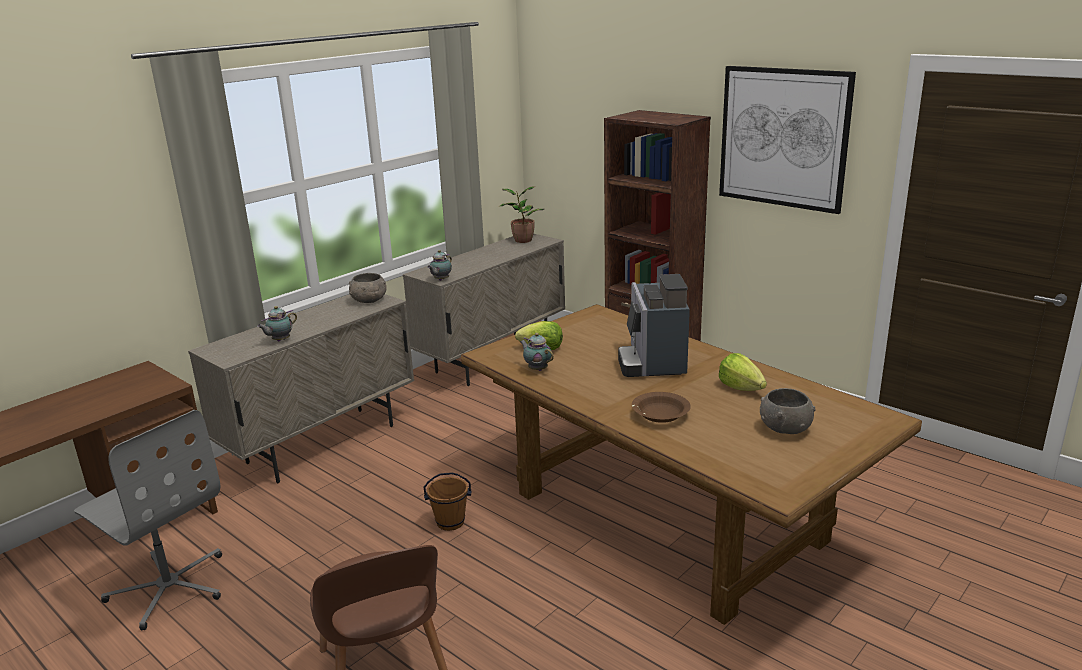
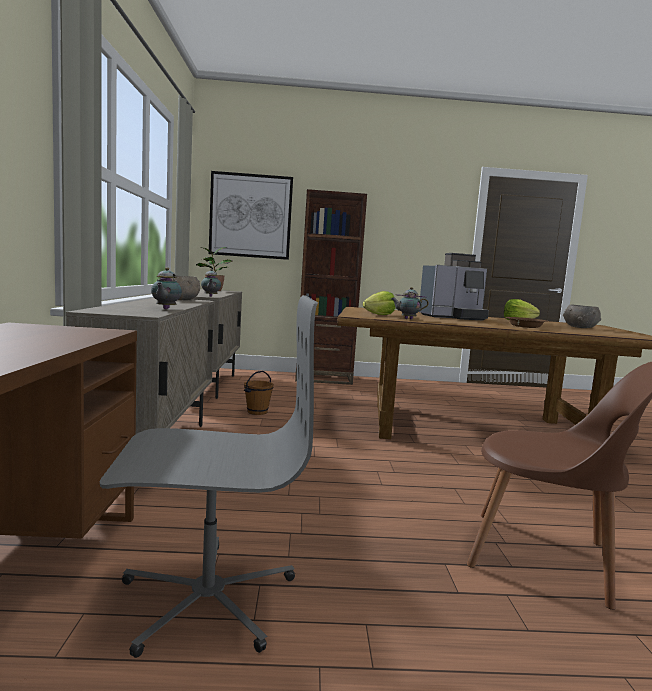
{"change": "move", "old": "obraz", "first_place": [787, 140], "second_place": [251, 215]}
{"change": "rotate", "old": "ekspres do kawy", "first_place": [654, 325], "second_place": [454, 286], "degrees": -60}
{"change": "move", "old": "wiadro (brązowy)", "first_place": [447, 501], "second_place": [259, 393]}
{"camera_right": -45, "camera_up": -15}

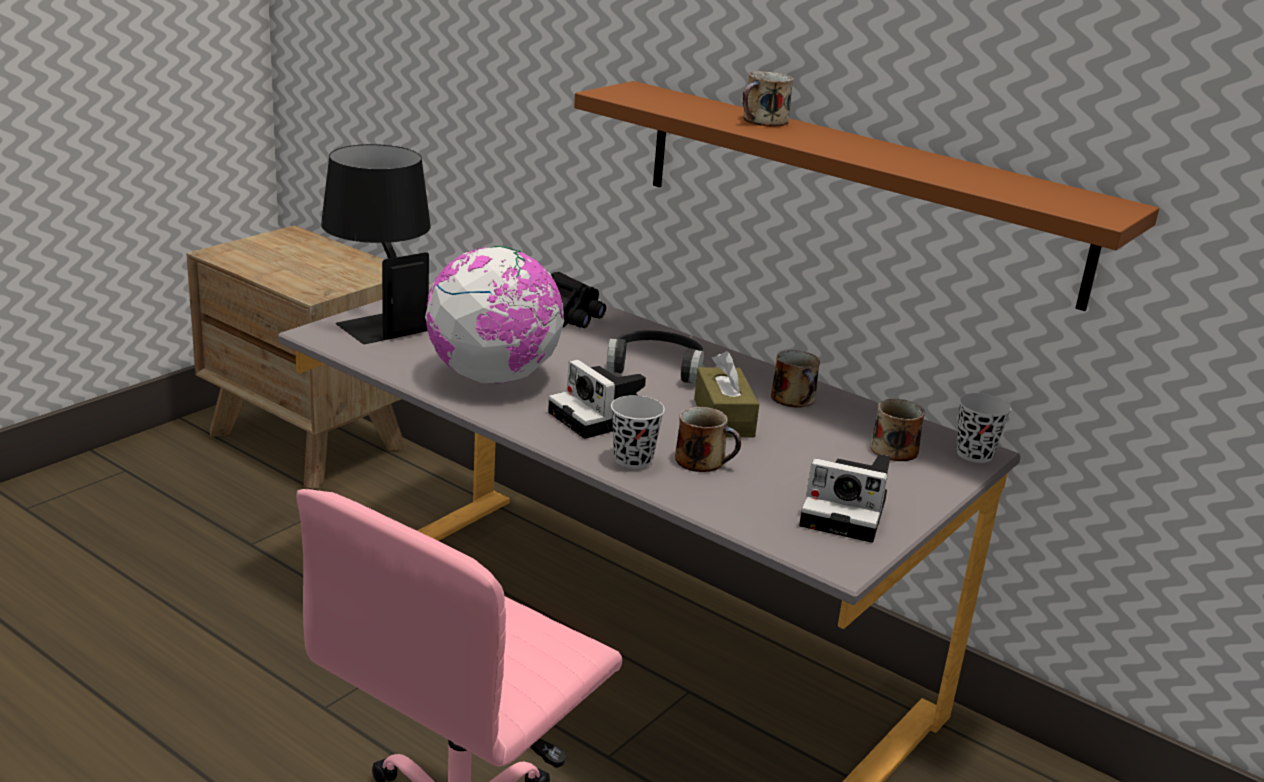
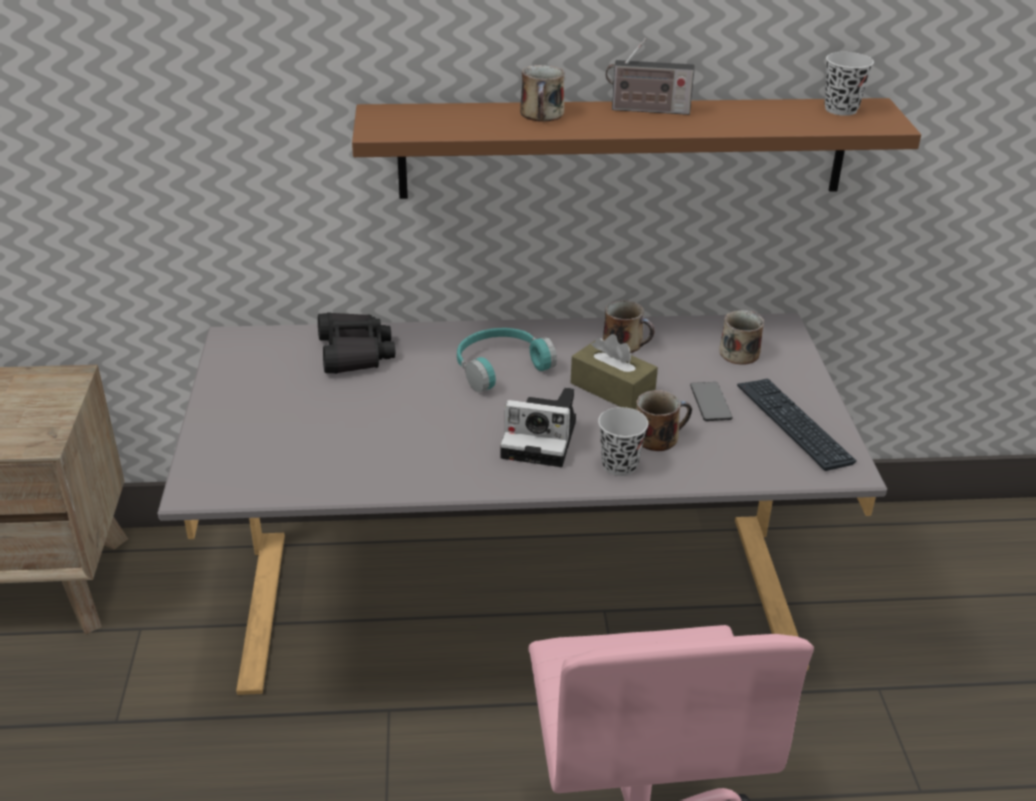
{"change": "delete", "old": "lampa stołowa (czarny)", "first_place": [376, 244]}
{"change": "delete", "old": "globus", "first_place": [494, 315]}
{"change": "recolor", "old": "słuchawki (czarny)", "new": "słuchawki (turkusowy)", "first_place": [655, 357], "second_place": [507, 360]}
{"change": "move", "old": "filiżanka (czarny)", "first_place": [983, 428], "second_place": [849, 84]}
{"change": "replace", "old": "aparat fotograficzny", "new": "klawiatura", "first_place": [844, 498], "second_place": [796, 424]}
{"change": "insert", "new": "radio", "second_place": [650, 76]}
{"change": "insert", "new": "telefon", "second_place": [711, 401]}
{"camera_right": -40, "camera_up": 10}

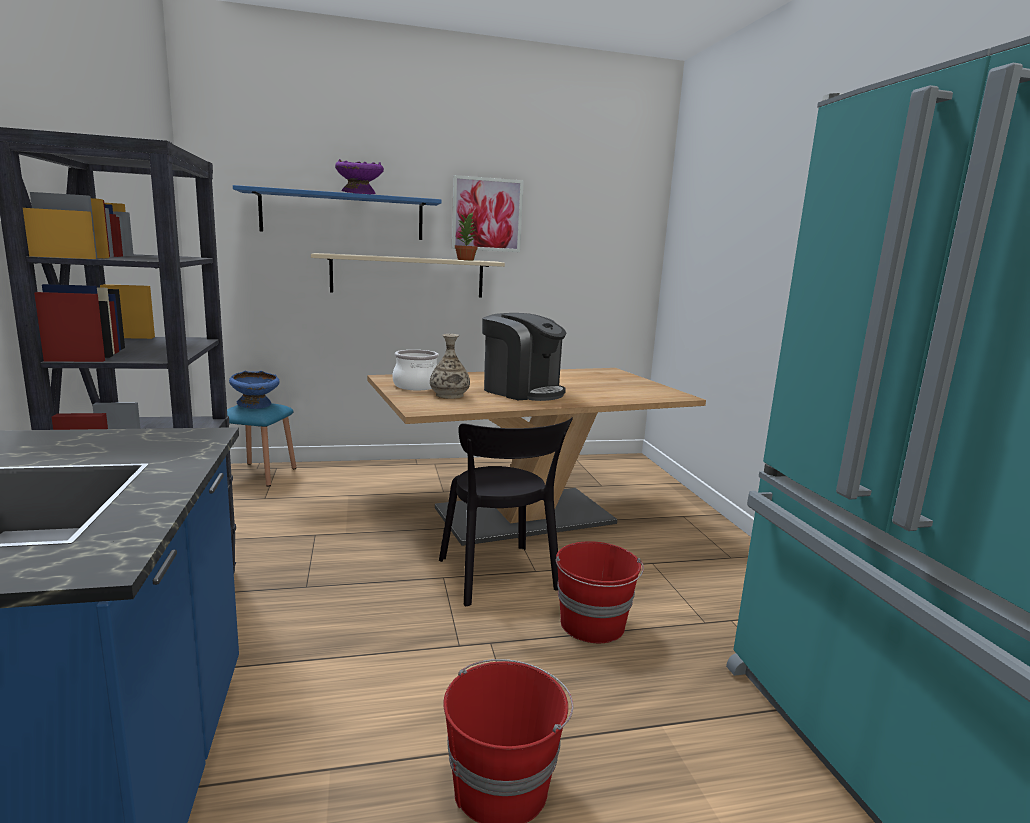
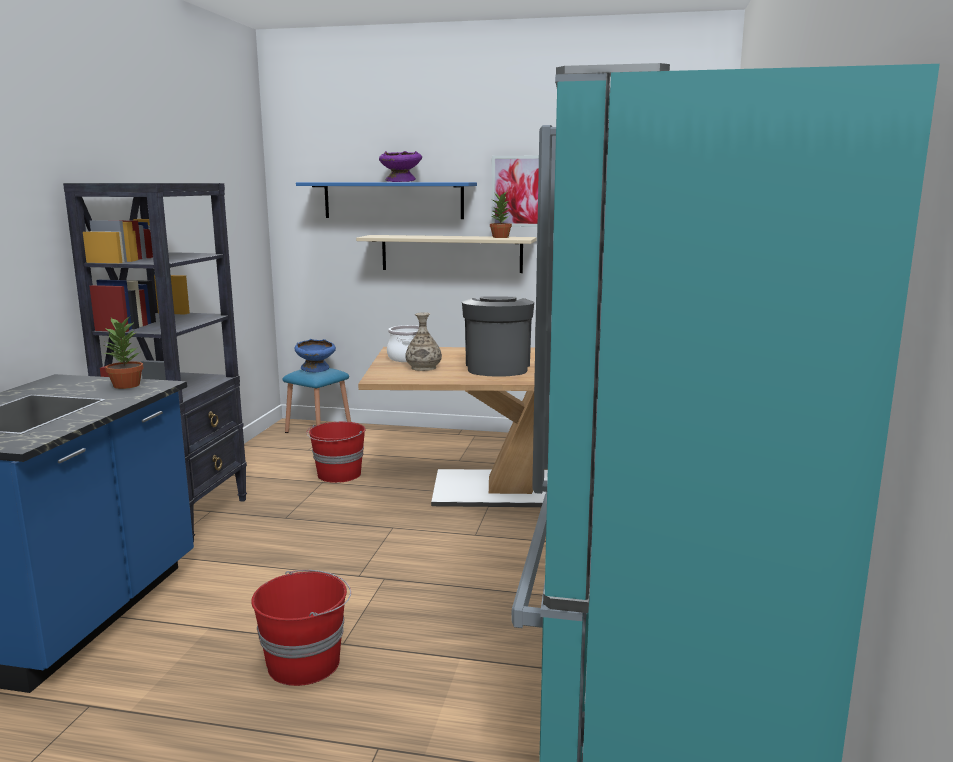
{"change": "rotate", "old": "ekspres do kawy", "first_place": [524, 357], "second_place": [498, 336], "degrees": -150}
{"change": "delete", "old": "krzesło (czarny)", "first_place": [506, 511]}
{"change": "move", "old": "wiadro (czerwony)", "first_place": [599, 592], "second_place": [336, 452]}
{"change": "insert", "new": "roślina doniczkowa", "second_place": [123, 352]}
{"camera_right": 25, "camera_up": 0}

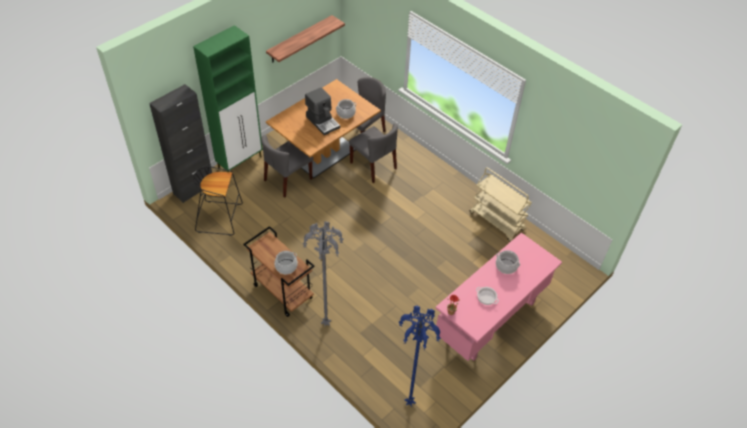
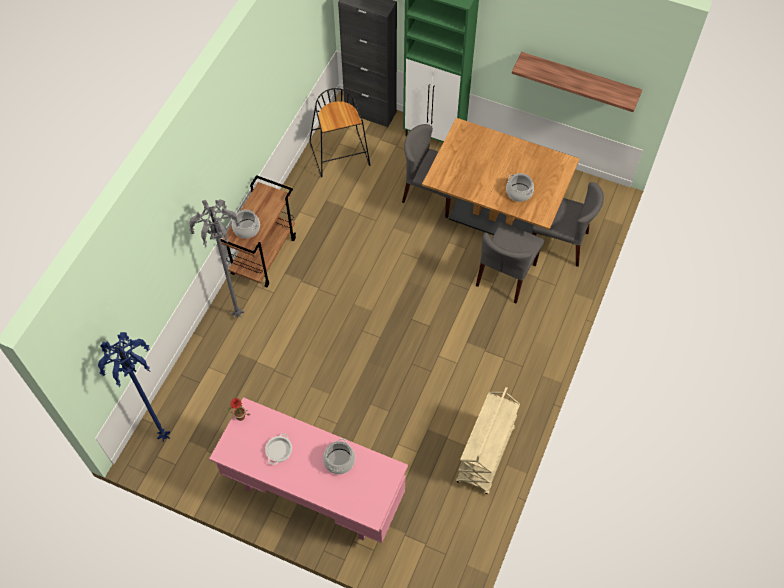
{"change": "delete", "old": "ekspres do kawy", "first_place": [322, 111]}
{"camera_right": 70, "camera_up": 10}

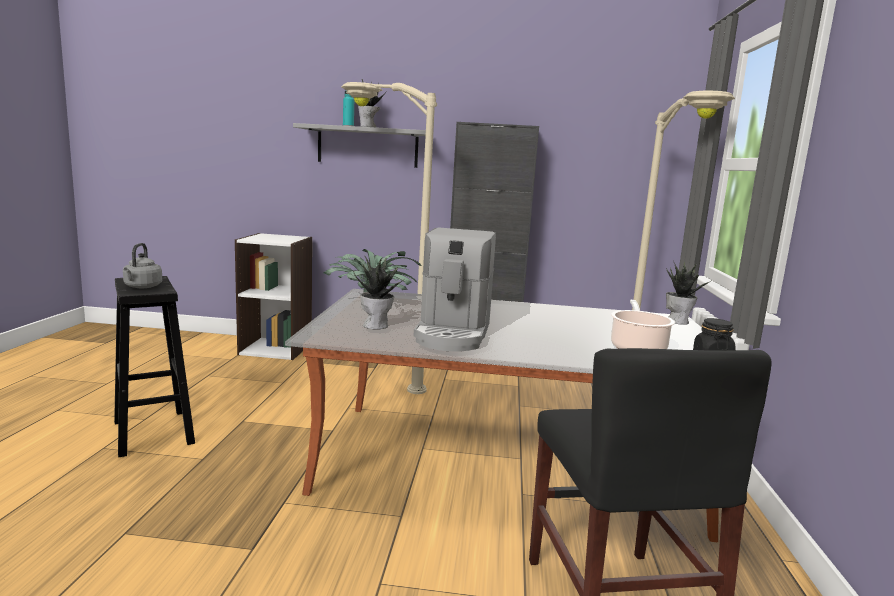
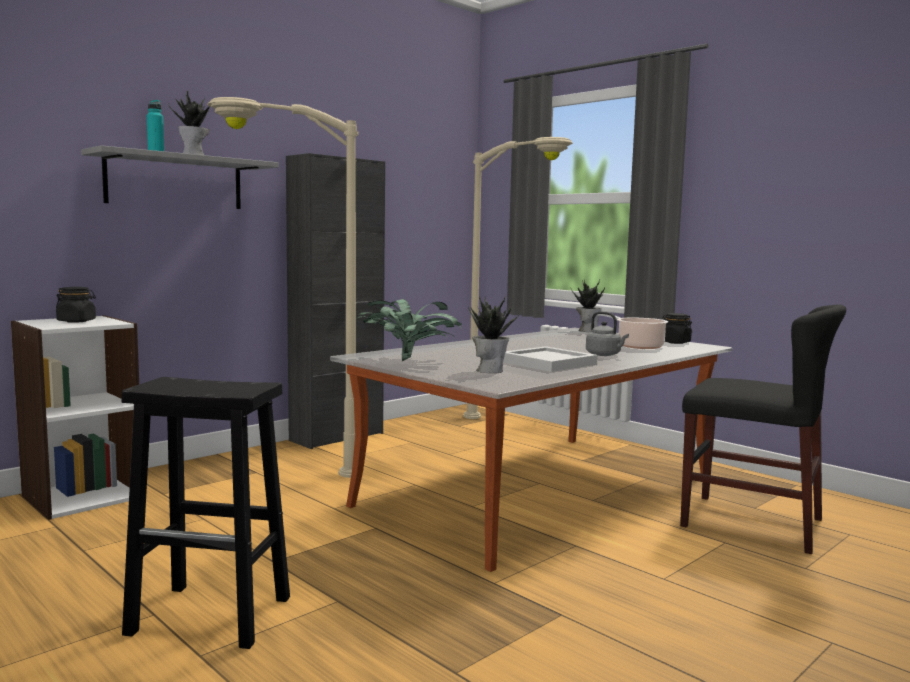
{"change": "replace", "old": "ekspres do kawy", "new": "taca (biały)", "first_place": [455, 289], "second_place": [550, 359]}
{"change": "move", "old": "czajnik (szary)", "first_place": [142, 265], "second_place": [607, 333]}
{"change": "insert", "new": "słoik (czarny)", "second_place": [76, 305]}
{"camera_right": -50, "camera_up": -5}

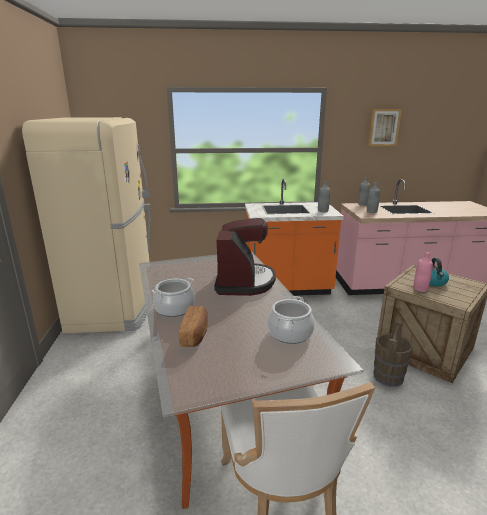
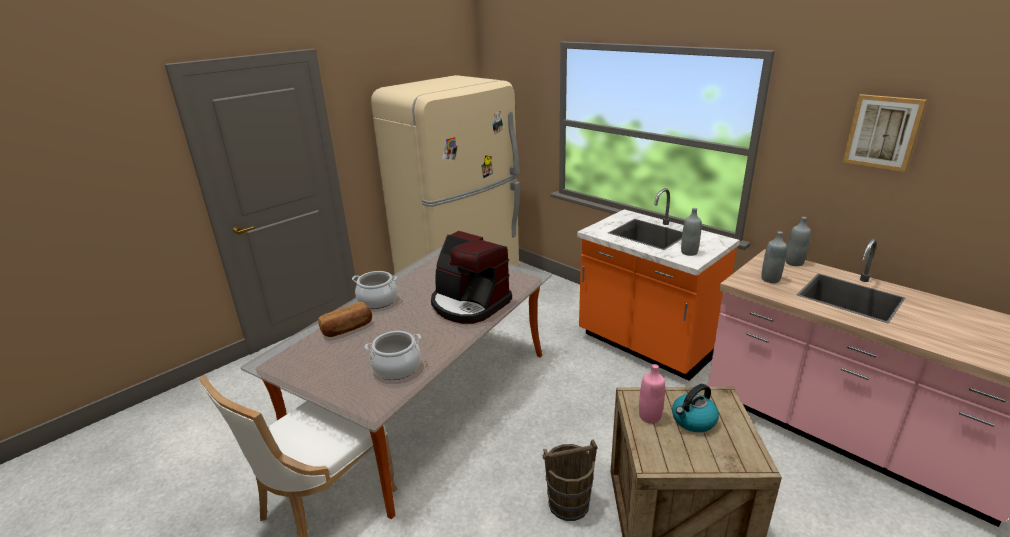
{"change": "rotate", "old": "ekspres do kawy", "first_place": [245, 257], "second_place": [471, 277], "degrees": 75}
{"camera_right": 50, "camera_up": 5}

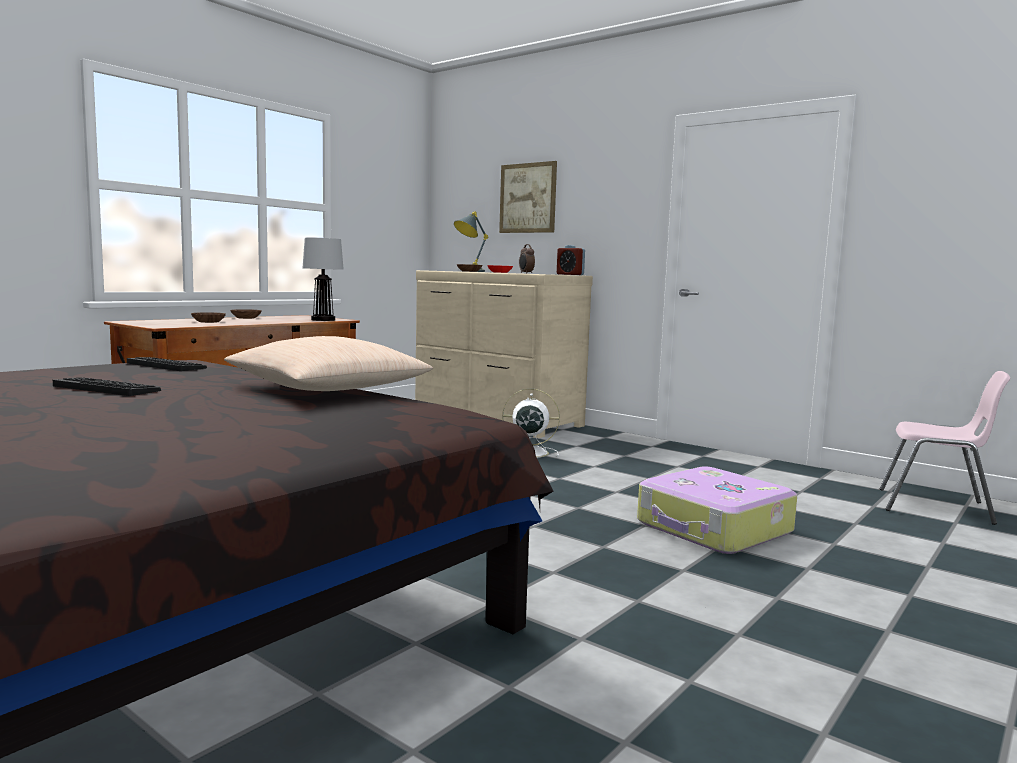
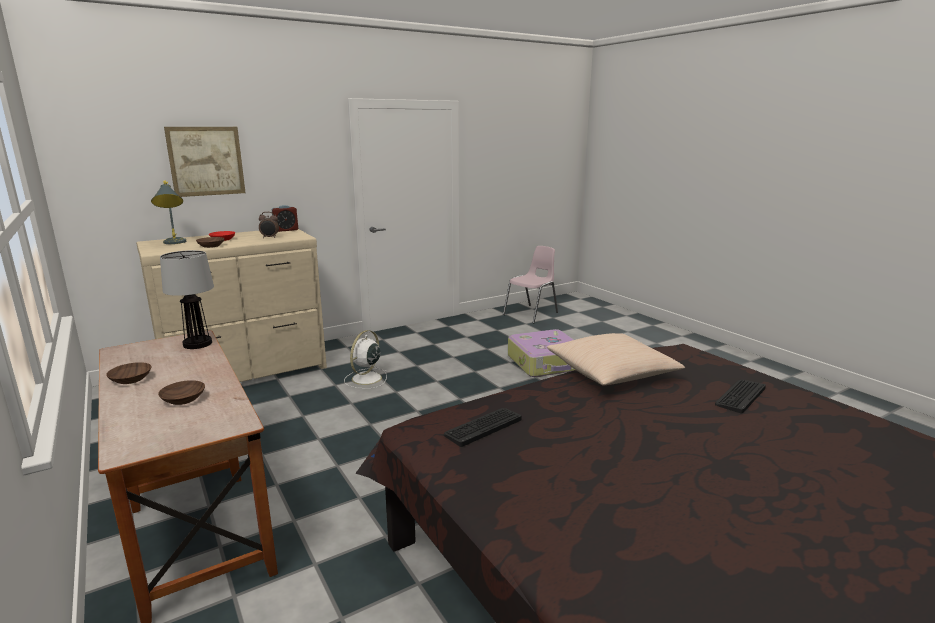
{"change": "move", "old": "klawiatura", "first_place": [107, 386], "second_place": [740, 397]}
{"camera_right": -70, "camera_up": 10}

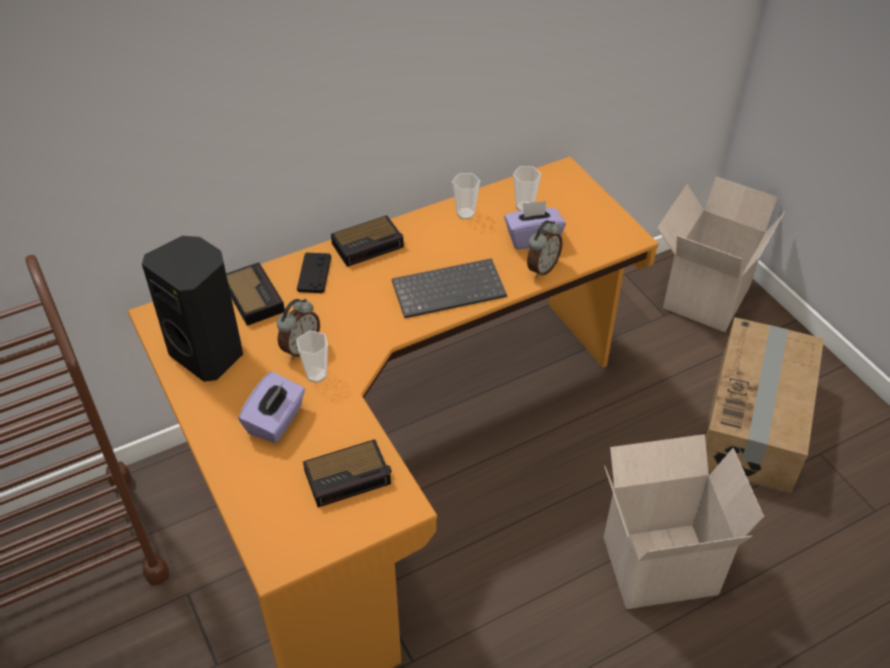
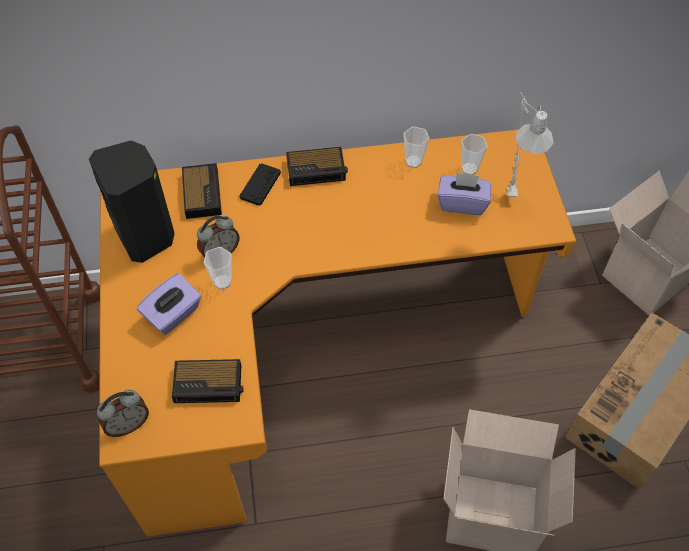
{"change": "move", "old": "budzik", "first_place": [544, 249], "second_place": [123, 413]}
{"change": "delete", "old": "klawiatura", "first_place": [449, 288]}
{"change": "insert", "new": "lampa stołowa (szary)", "second_place": [530, 146]}
{"camera_right": 20, "camera_up": 10}

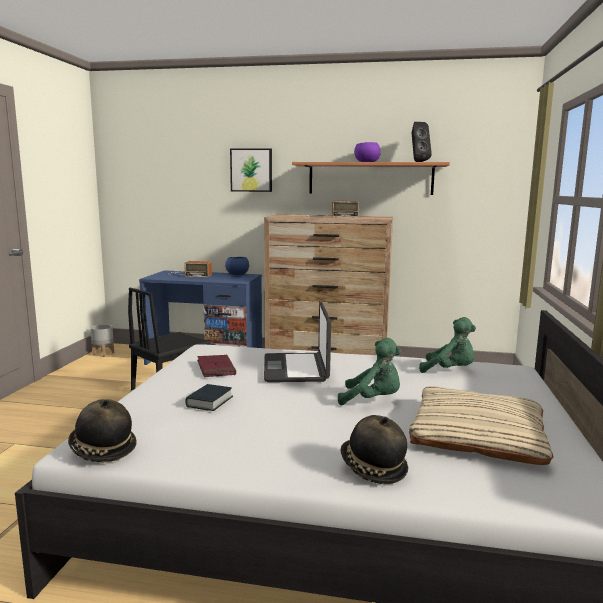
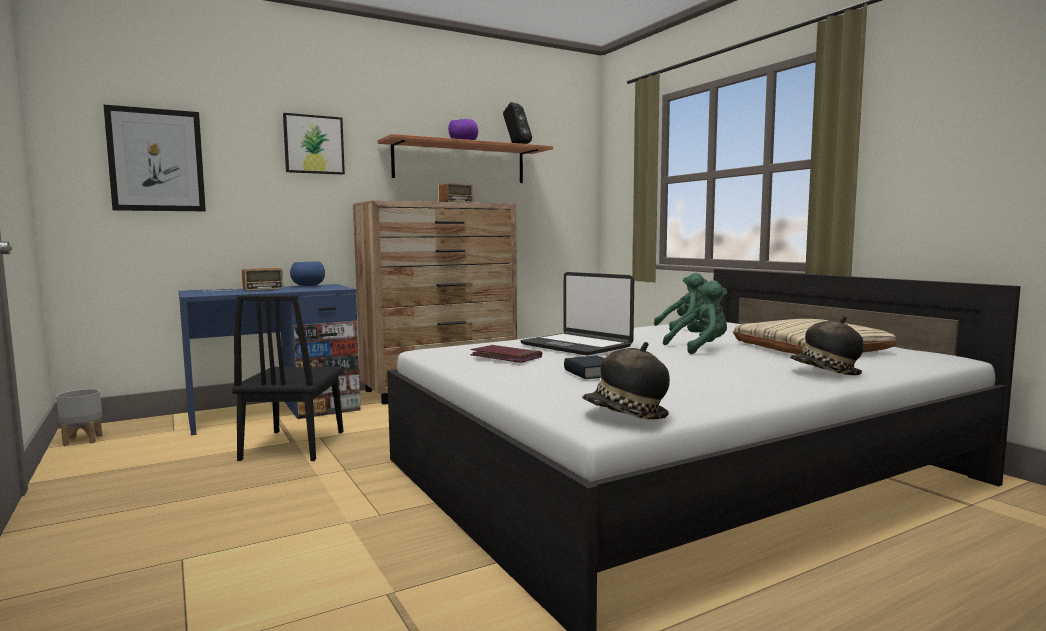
{"change": "insert", "new": "obraz", "second_place": [155, 158]}
{"camera_right": -40, "camera_up": -5}

